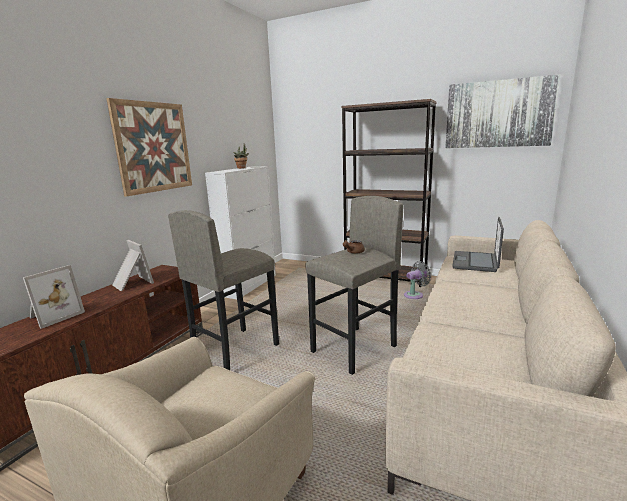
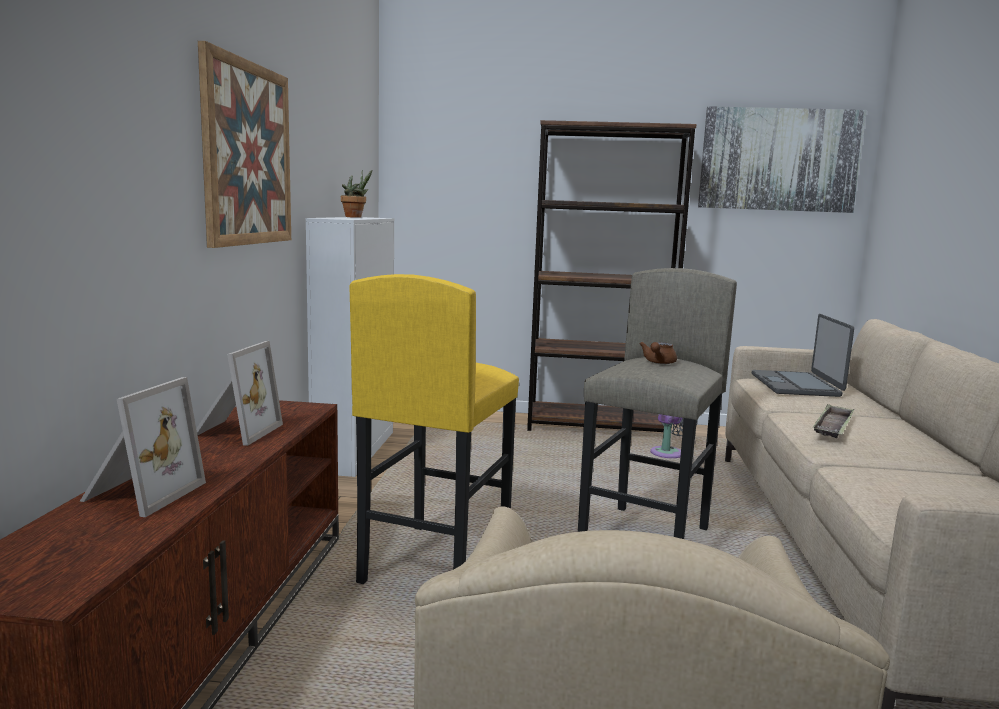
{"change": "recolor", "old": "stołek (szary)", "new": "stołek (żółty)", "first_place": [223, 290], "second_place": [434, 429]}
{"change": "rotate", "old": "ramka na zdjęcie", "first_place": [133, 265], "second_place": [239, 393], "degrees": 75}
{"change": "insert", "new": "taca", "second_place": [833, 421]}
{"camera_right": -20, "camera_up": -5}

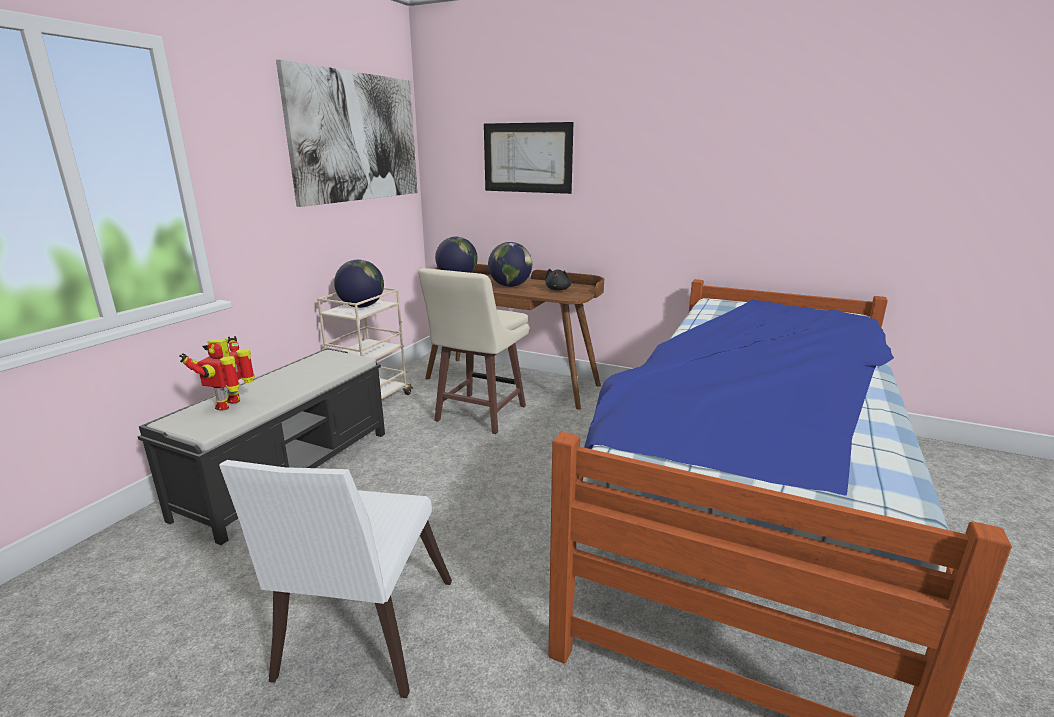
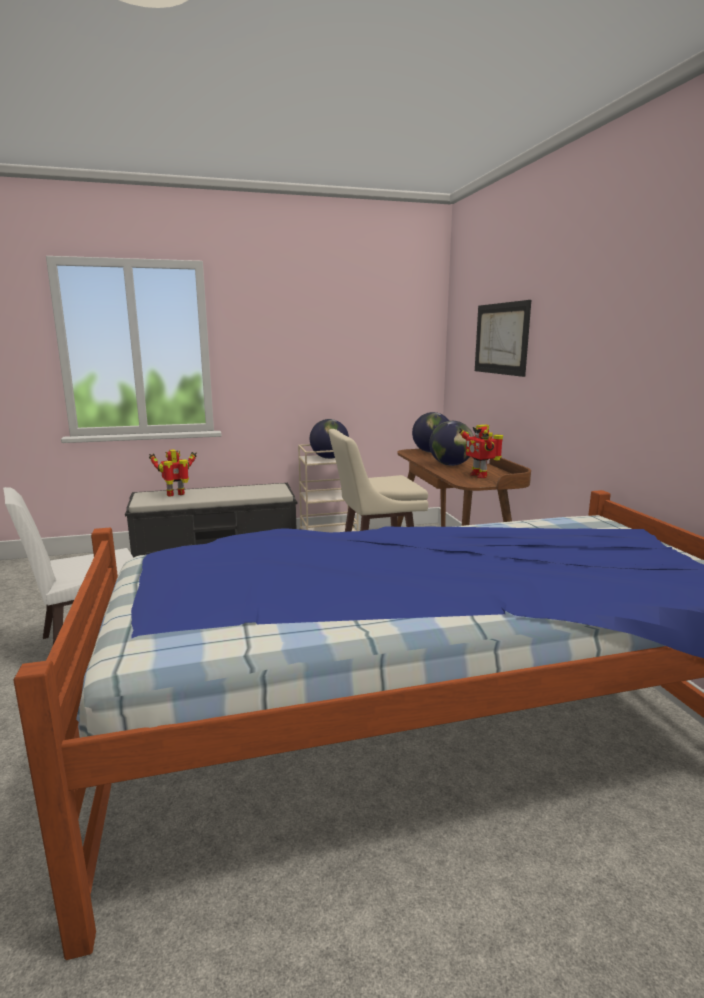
{"change": "delete", "old": "obraz", "first_place": [347, 133]}
{"change": "replace", "old": "pluszak (czarny)", "new": "robot zabawkowy", "first_place": [558, 280], "second_place": [481, 451]}
{"camera_right": 50, "camera_up": -5}

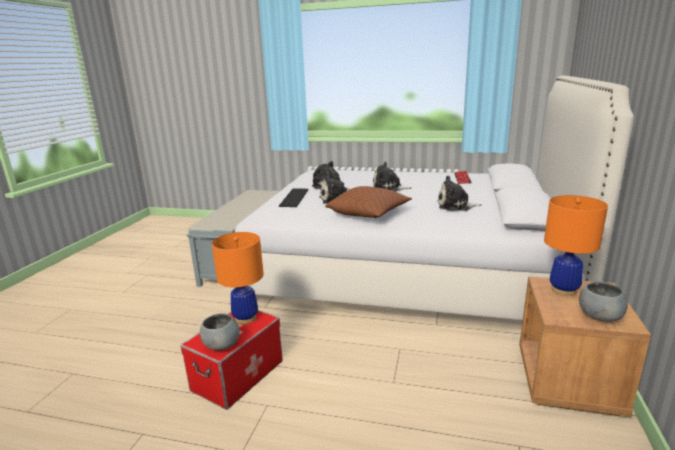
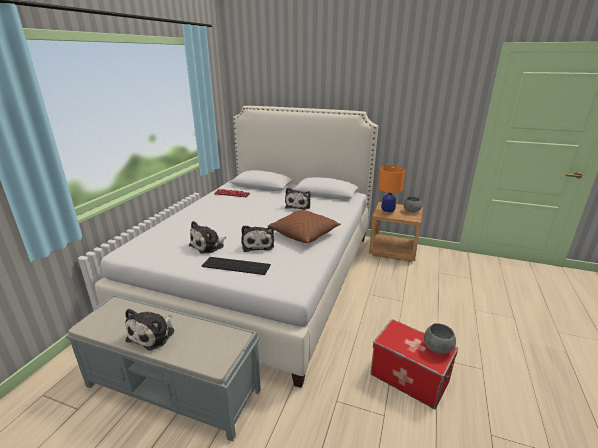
{"change": "move", "old": "pluszak", "first_place": [392, 177], "second_place": [149, 330]}
{"change": "delete", "old": "lampa stołowa (pomarańczowy)", "first_place": [238, 278]}
{"camera_right": -85, "camera_up": 5}

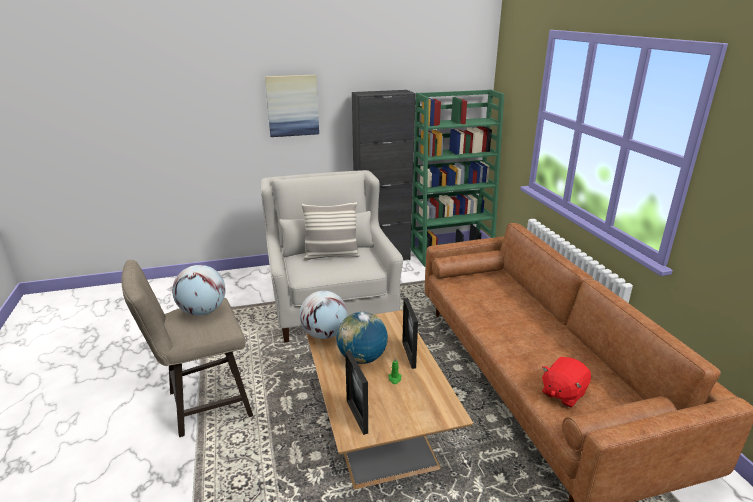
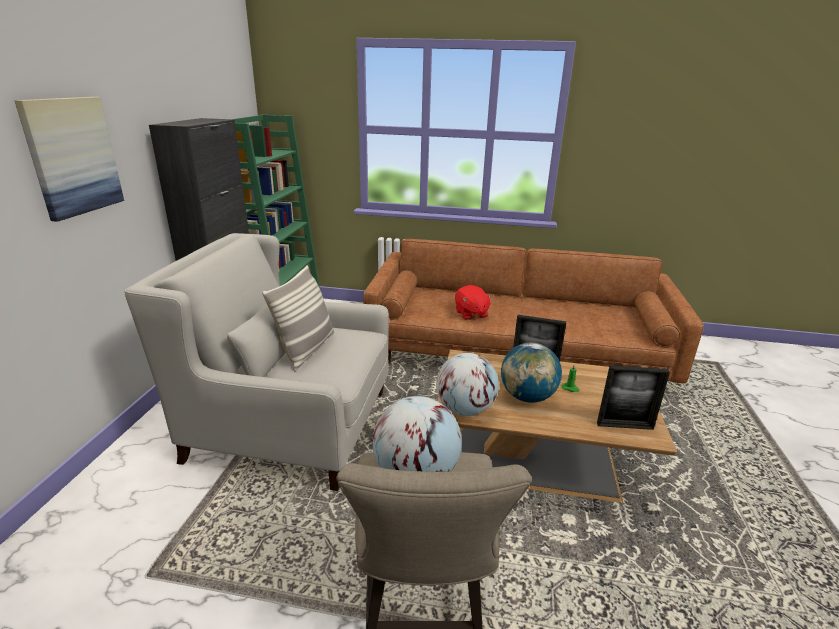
{"change": "move", "old": "pluszak (czerwony)", "first_place": [566, 382], "second_place": [473, 302]}
{"camera_right": -65, "camera_up": 0}

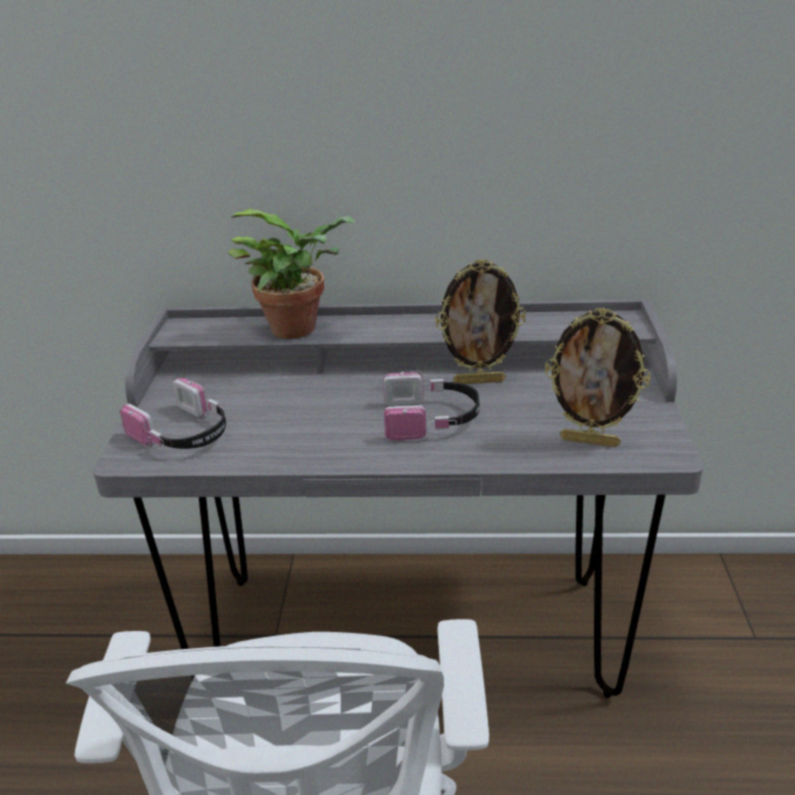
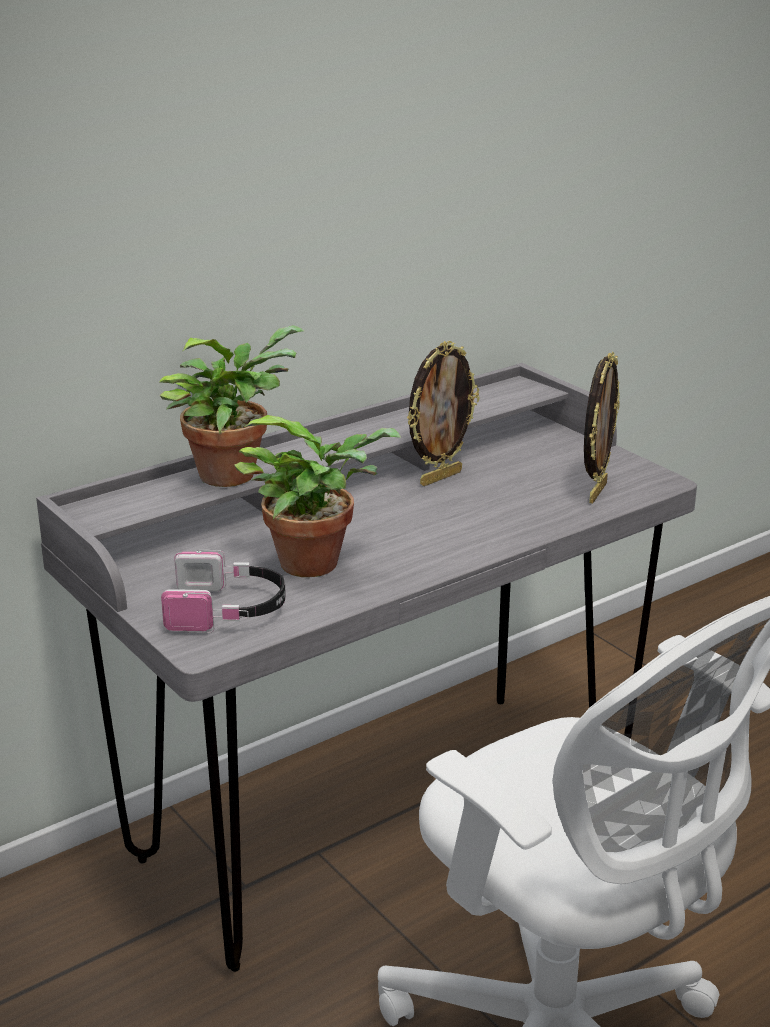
{"change": "rotate", "old": "ramka na zdjęcie", "first_place": [598, 377], "second_place": [602, 428], "degrees": -45}
{"change": "delete", "old": "słuchawki", "first_place": [431, 406]}
{"change": "insert", "new": "roślina doniczkowa", "second_place": [317, 496]}
{"camera_right": -40, "camera_up": -5}

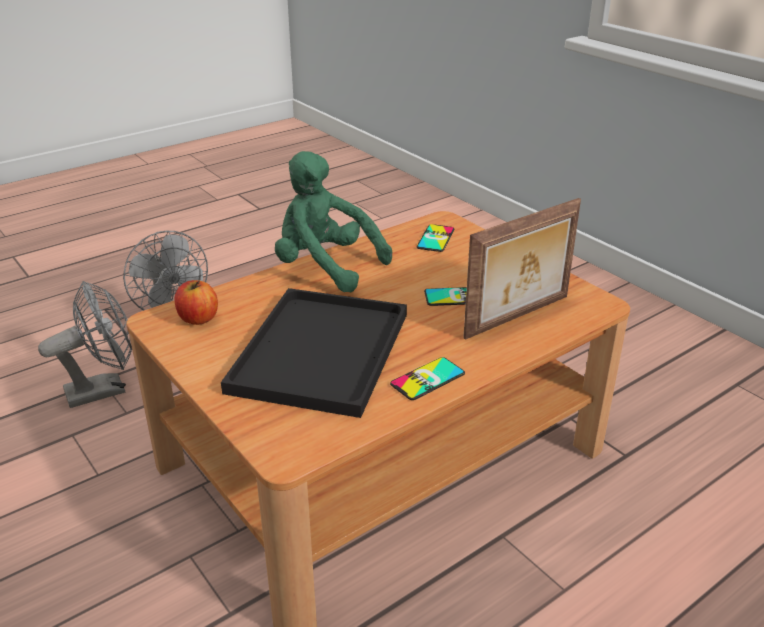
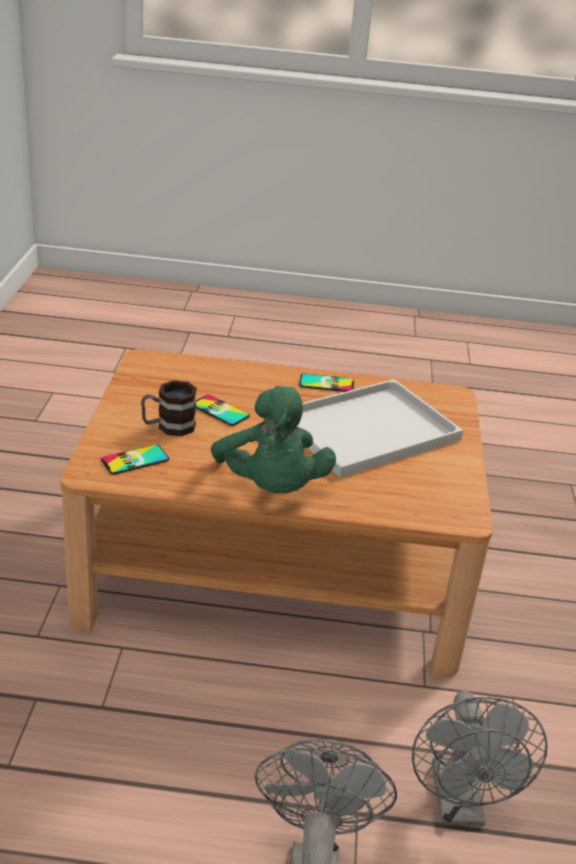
{"change": "delete", "old": "ramka na zdjęcie", "first_place": [522, 269]}
{"change": "delete", "old": "jabłko", "first_place": [196, 302]}
{"change": "rotate", "old": "wentylator (szary)", "first_place": [85, 344], "second_place": [480, 758], "degrees": -105}
{"change": "recolor", "old": "taca (czarny)", "new": "taca (biały)", "first_place": [314, 353], "second_place": [380, 428]}
{"change": "insert", "new": "kubek", "second_place": [169, 408]}
{"camera_right": -140, "camera_up": 0}

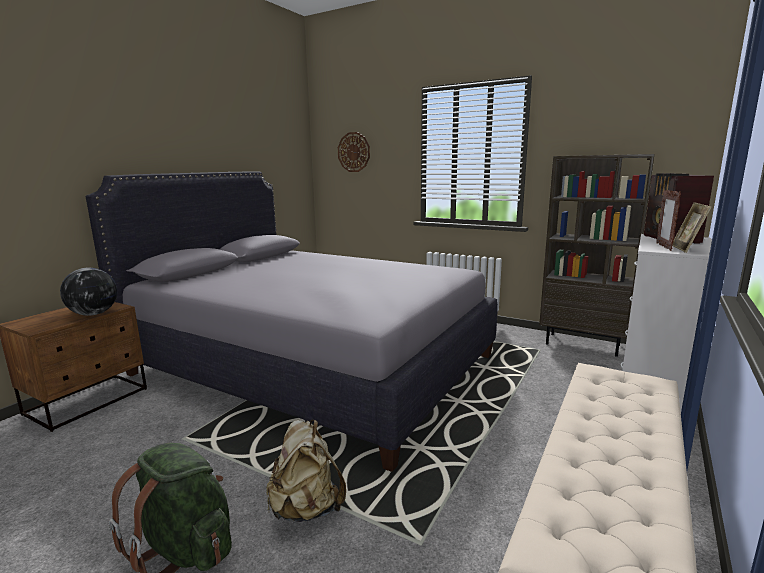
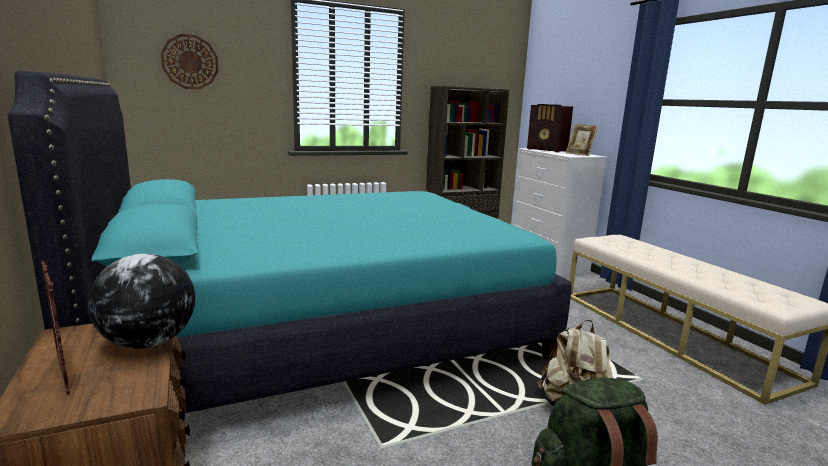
{"change": "recolor", "old": "łóżko (szary)", "new": "łóżko (turkusowy)", "first_place": [292, 322], "second_place": [289, 242]}
{"change": "move", "old": "ramka na zdjęcie", "first_place": [668, 220], "second_place": [55, 328]}
{"camera_right": -55, "camera_up": 0}

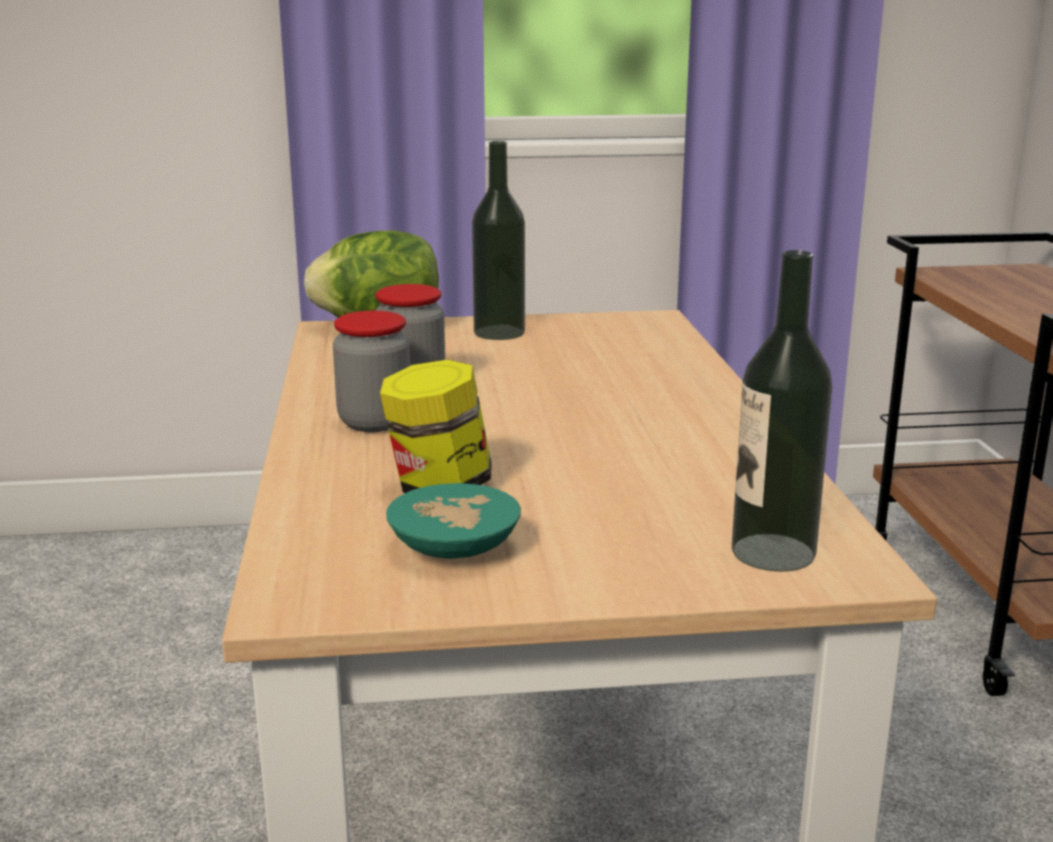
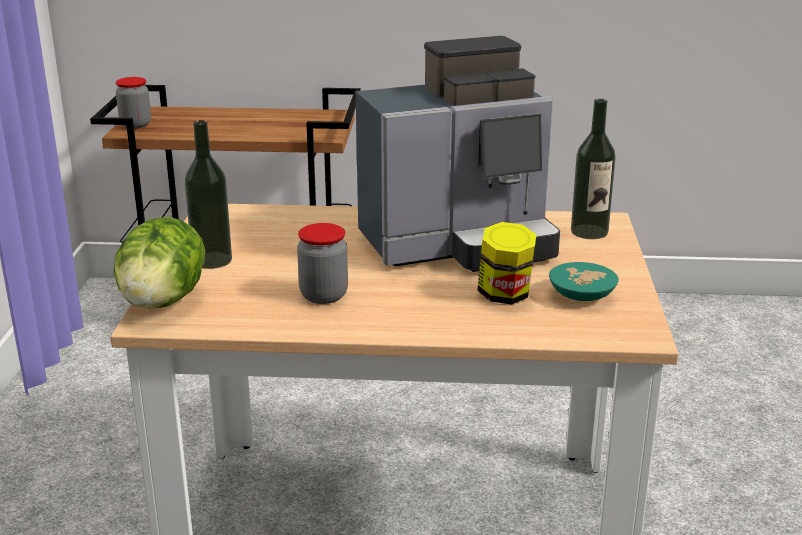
{"change": "move", "old": "słoik", "first_place": [371, 371], "second_place": [133, 102]}
{"change": "insert", "new": "ekspres do kawy", "second_place": [458, 154]}
{"camera_right": -80, "camera_up": 5}

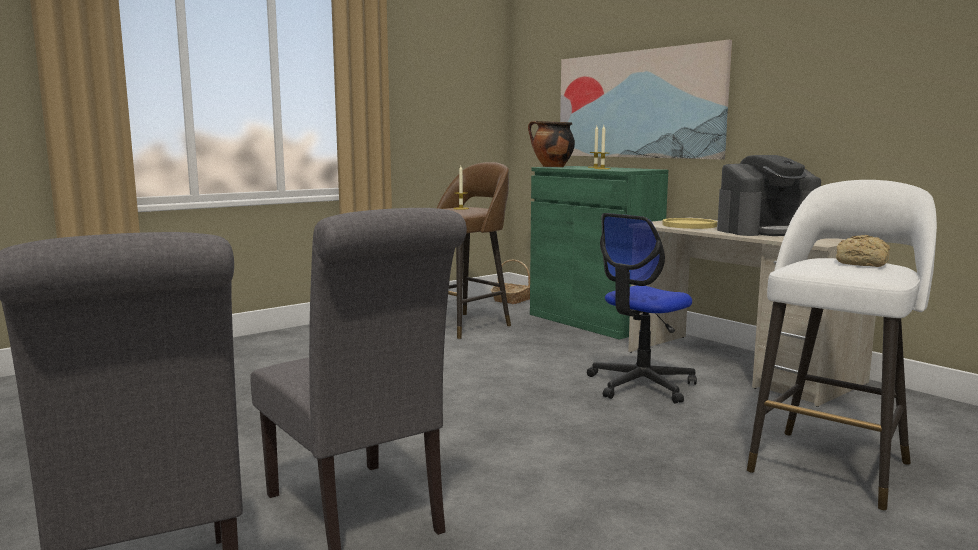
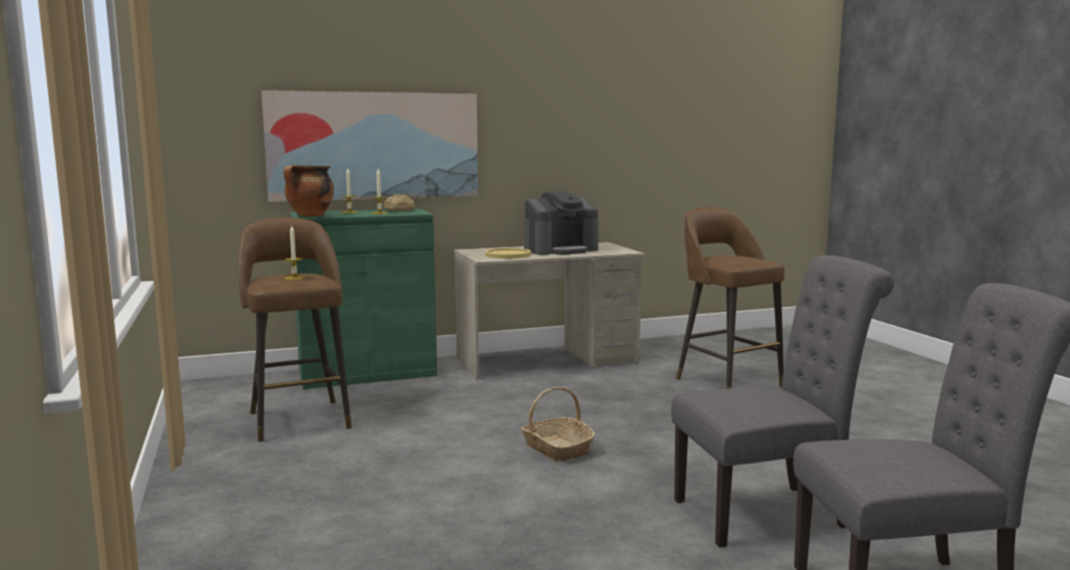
{"change": "rotate", "old": "ekspres do kawy", "first_place": [769, 195], "second_place": [561, 223], "degrees": 60}
{"change": "recolor", "old": "stołek (biały)", "new": "stołek (brązowy)", "first_place": [842, 345], "second_place": [730, 298]}
{"change": "delete", "old": "krzesło biurowe", "first_place": [642, 308]}
{"change": "move", "old": "chleb", "first_place": [863, 251], "second_place": [399, 202]}
{"change": "move", "old": "koszyk", "first_place": [510, 282], "second_place": [558, 424]}
{"camera_right": -70, "camera_up": 0}

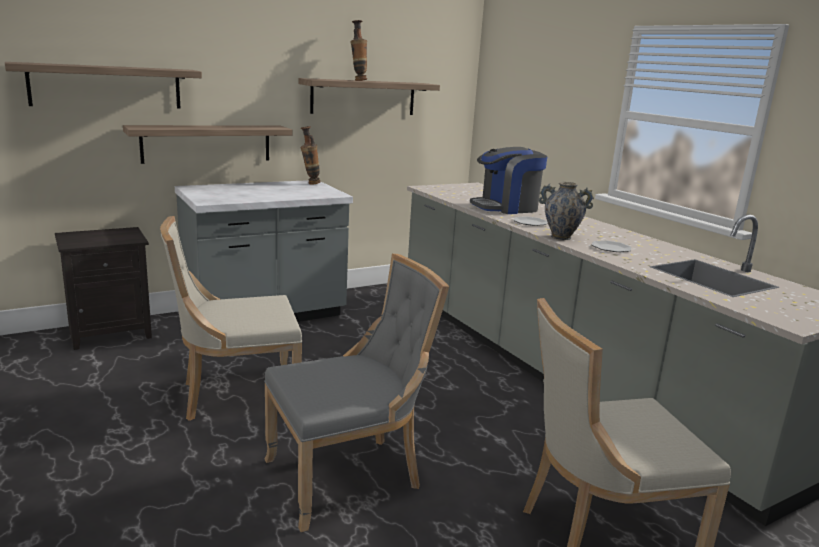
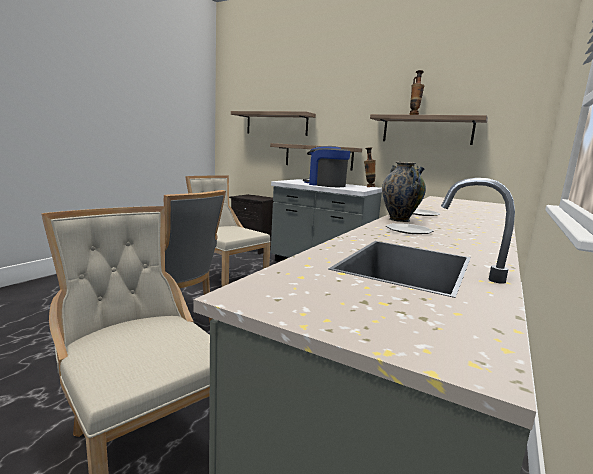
{"change": "move", "old": "ekspres do kawy", "first_place": [508, 180], "second_place": [326, 166]}
{"camera_right": 60, "camera_up": -5}

